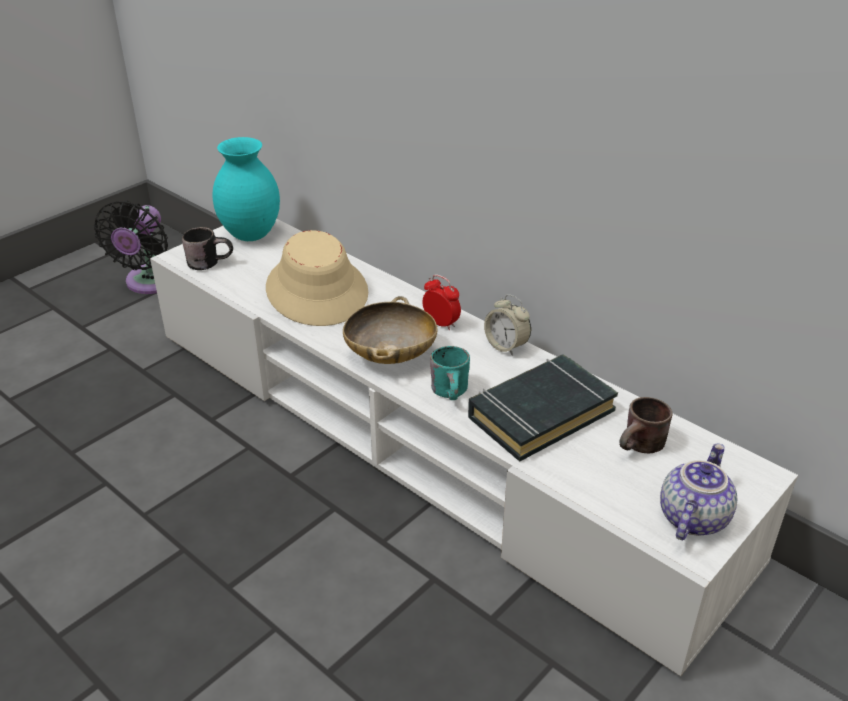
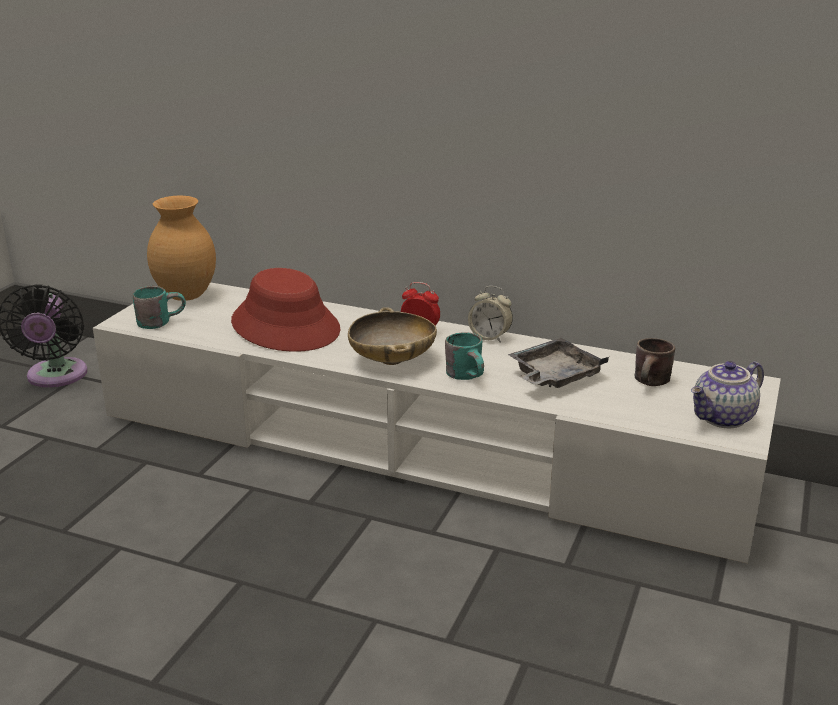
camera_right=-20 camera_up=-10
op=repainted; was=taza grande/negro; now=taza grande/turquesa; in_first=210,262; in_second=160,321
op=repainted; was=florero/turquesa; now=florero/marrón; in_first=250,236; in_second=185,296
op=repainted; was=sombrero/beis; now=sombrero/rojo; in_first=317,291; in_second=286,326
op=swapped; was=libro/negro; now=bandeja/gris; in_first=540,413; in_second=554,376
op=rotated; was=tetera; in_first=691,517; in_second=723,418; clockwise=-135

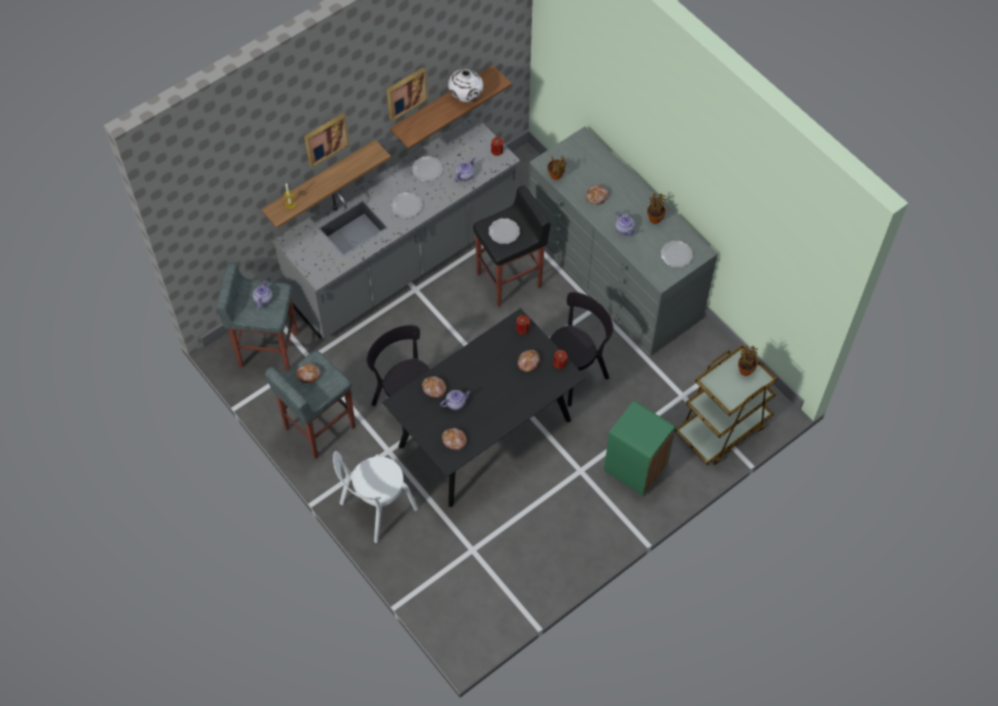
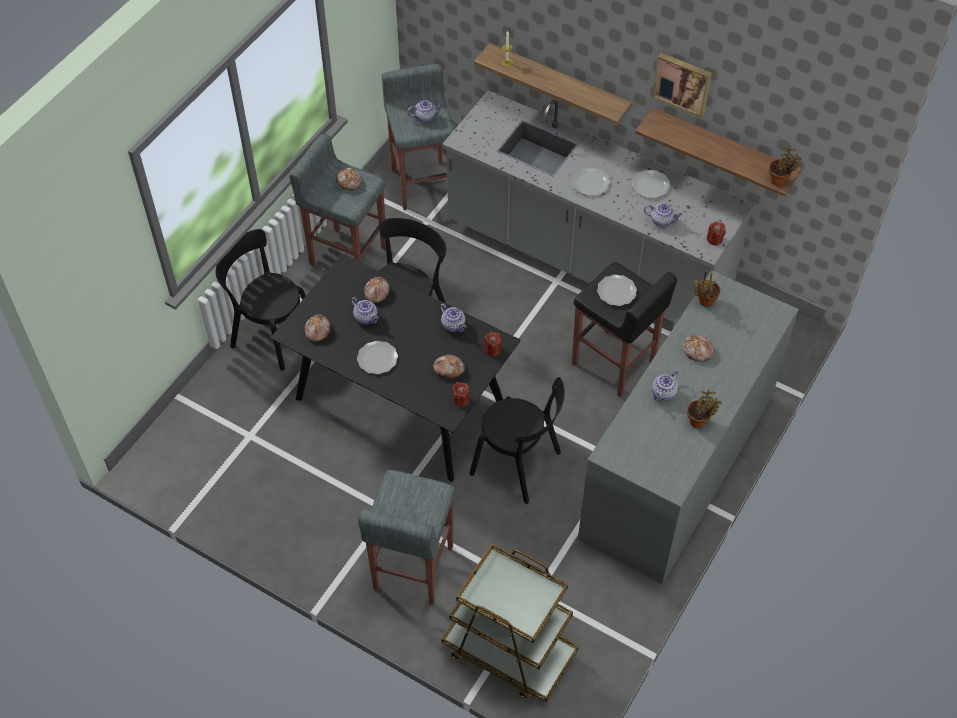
camera_right=70 camera_up=-5
op=gone; was=cuadro; in_first=325,138
op=repainted; was=silla/blanco; now=silla/negro; in_first=375,508; in_second=270,333
op=gone; was=florero/blanco; in_first=465,97
op=swapped; was=papelera/verde; now=taburete/gris; in_first=635,469; in_second=412,568
op=shifted; was=plato; in_first=676,255; in_second=377,359
op=shifted; was=planta en maceta; in_first=745,369; in_second=779,180
op=new; now=tetera; in_second=454,325

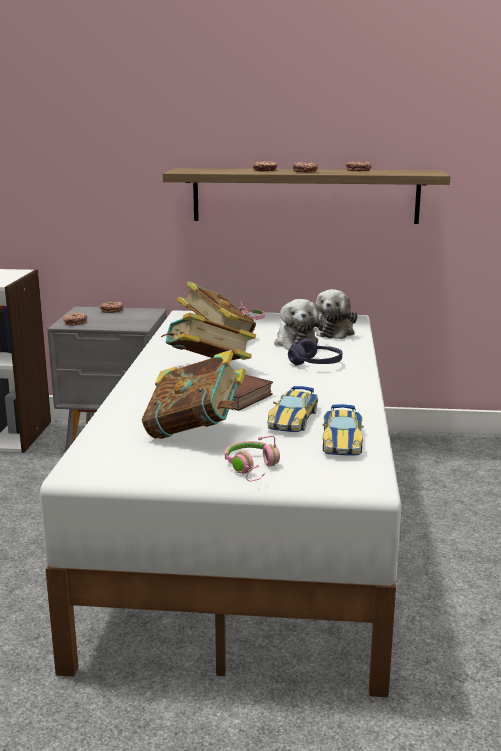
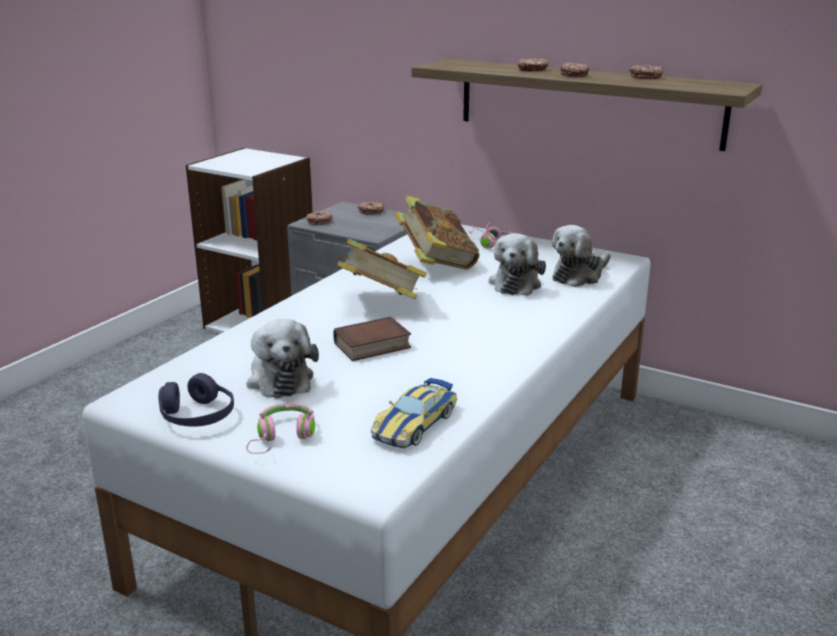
camera_right=25 camera_up=5
op=swapped; was=libro; now=peluche; in_first=195,432; in_second=280,378
op=gone; was=coche de juguete; in_first=293,419
op=shifted; was=auriculares/morado; in_first=316,364; in_second=197,416

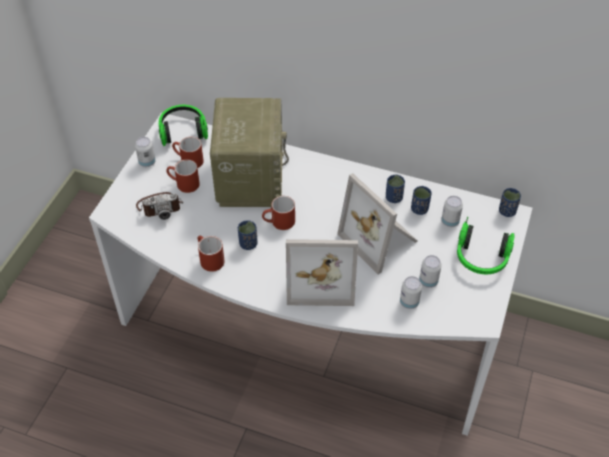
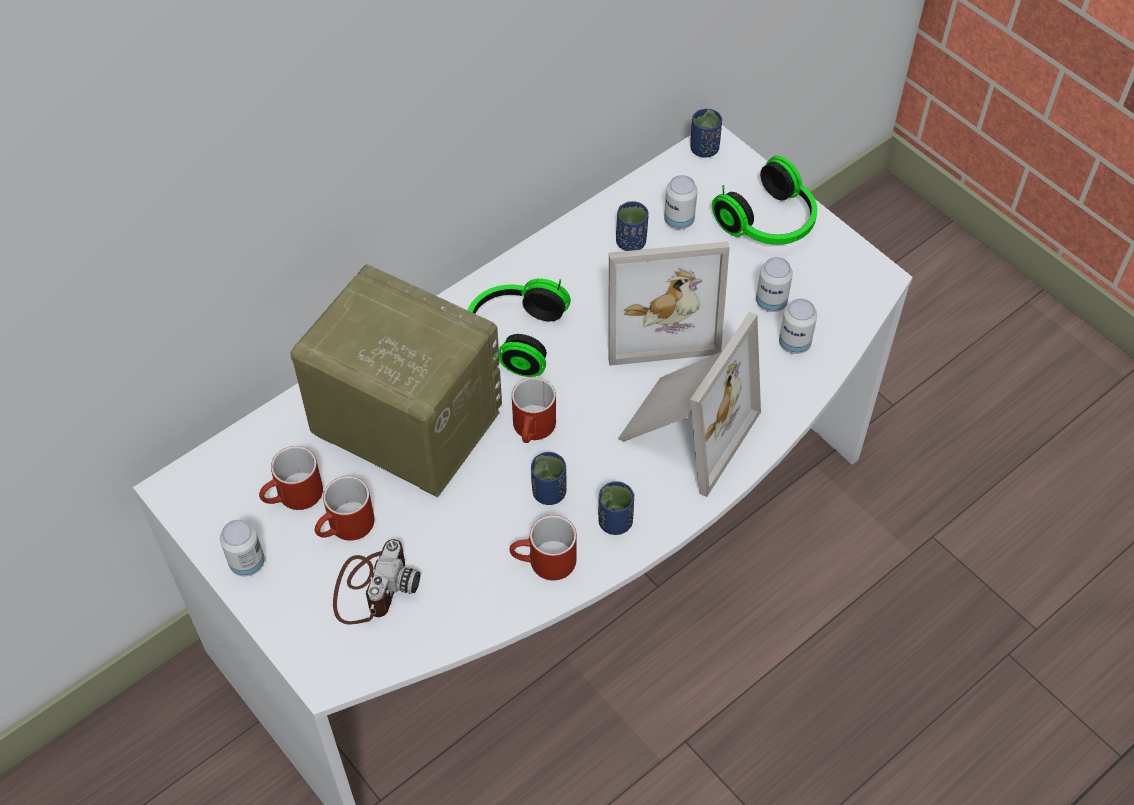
camera_right=-60 camera_up=5
op=shifted; was=auriculares; in_first=183,131; in_second=513,337
op=shifted; was=taza/azul; in_first=393,198; in_second=615,522

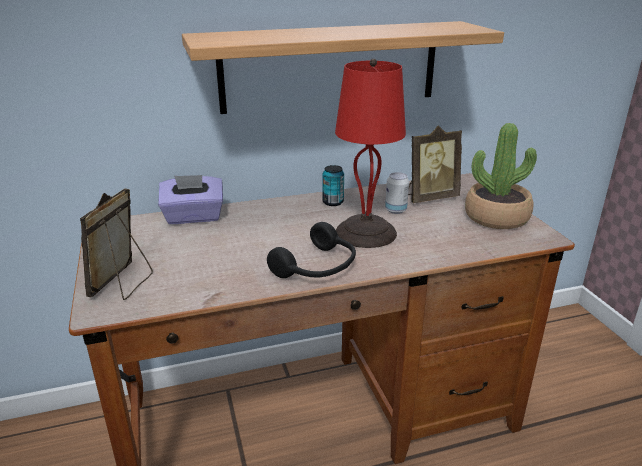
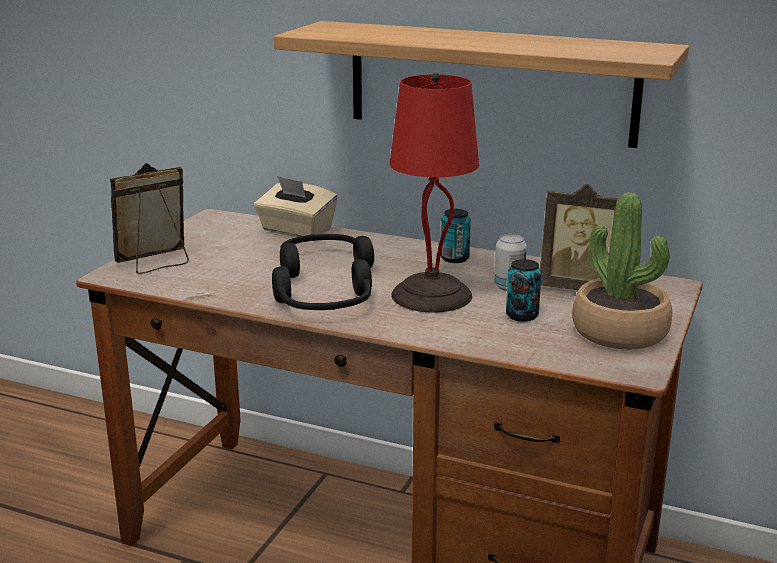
camera_right=40 camera_up=-5
op=repainted; was=caja de pañuelos/morado; now=caja de pañuelos/beis; in_first=193,217; in_second=296,231
op=new; now=auriculares/negro; in_second=322,265
op=new; now=lata; in_second=522,315

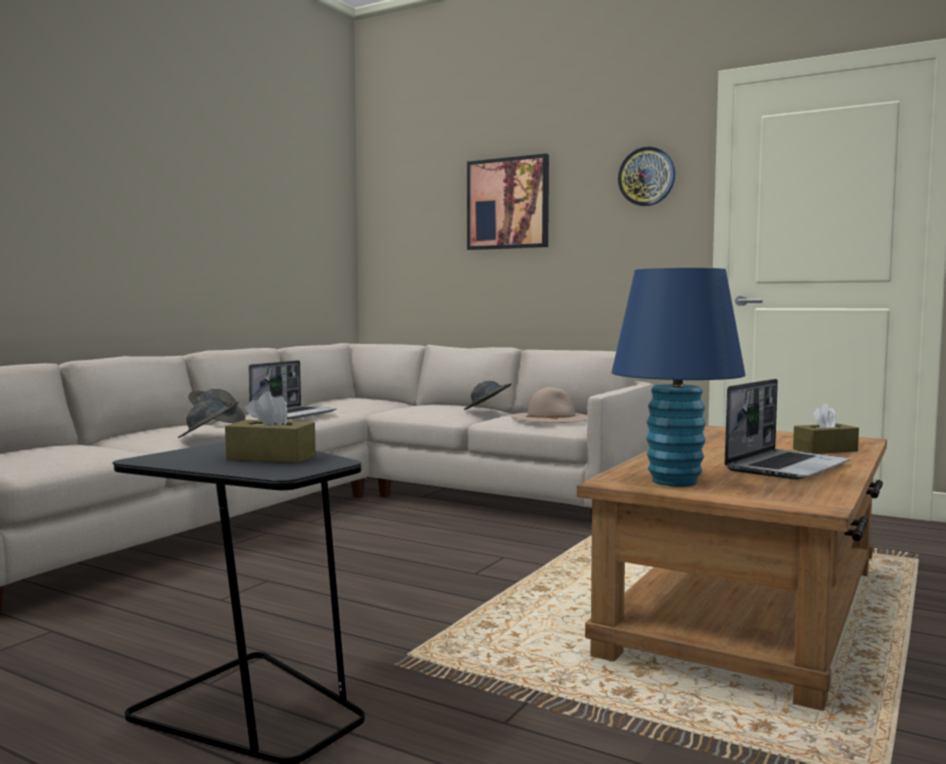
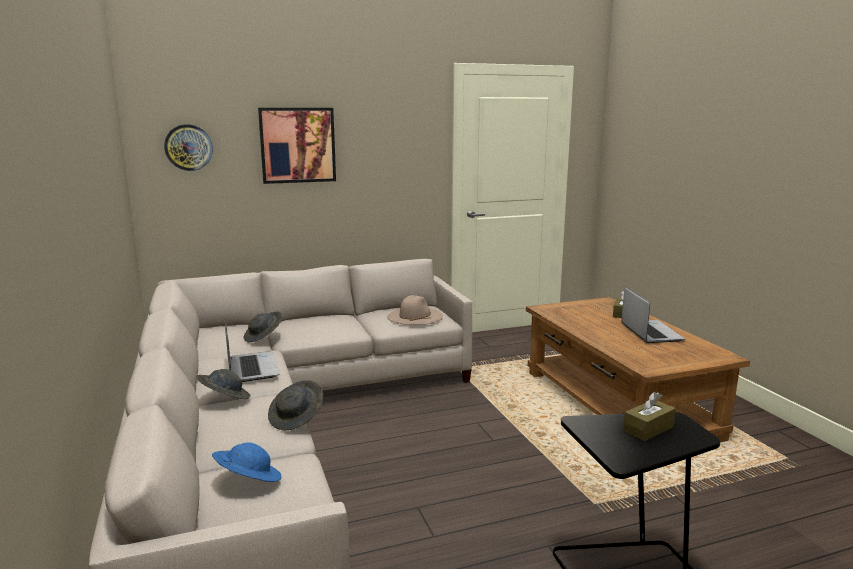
camera_right=-50 camera_up=10
op=shifted; was=sombrero/gris; in_first=487,410; in_second=263,337
op=gone; was=lámpara de mesa/azul; in_first=674,481
op=shifted; was=reloj de pared; in_first=646,176; in_second=188,147
op=new; now=sombrero/azul; in_second=248,481

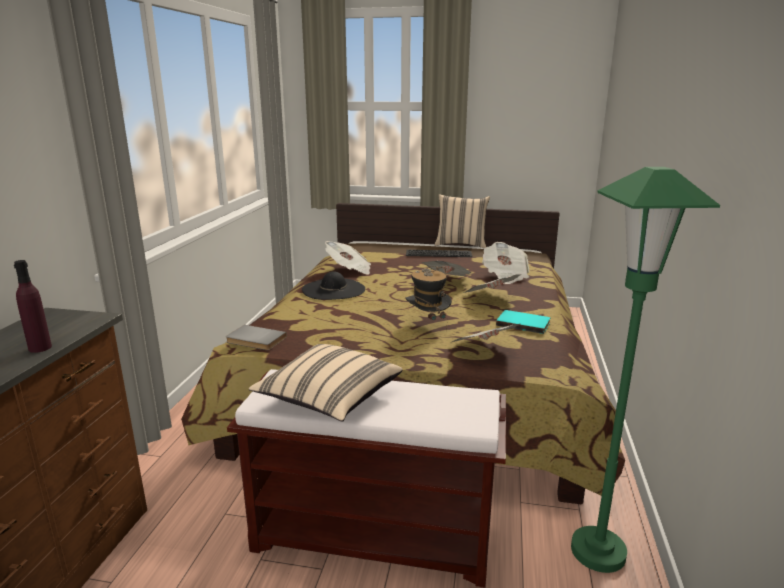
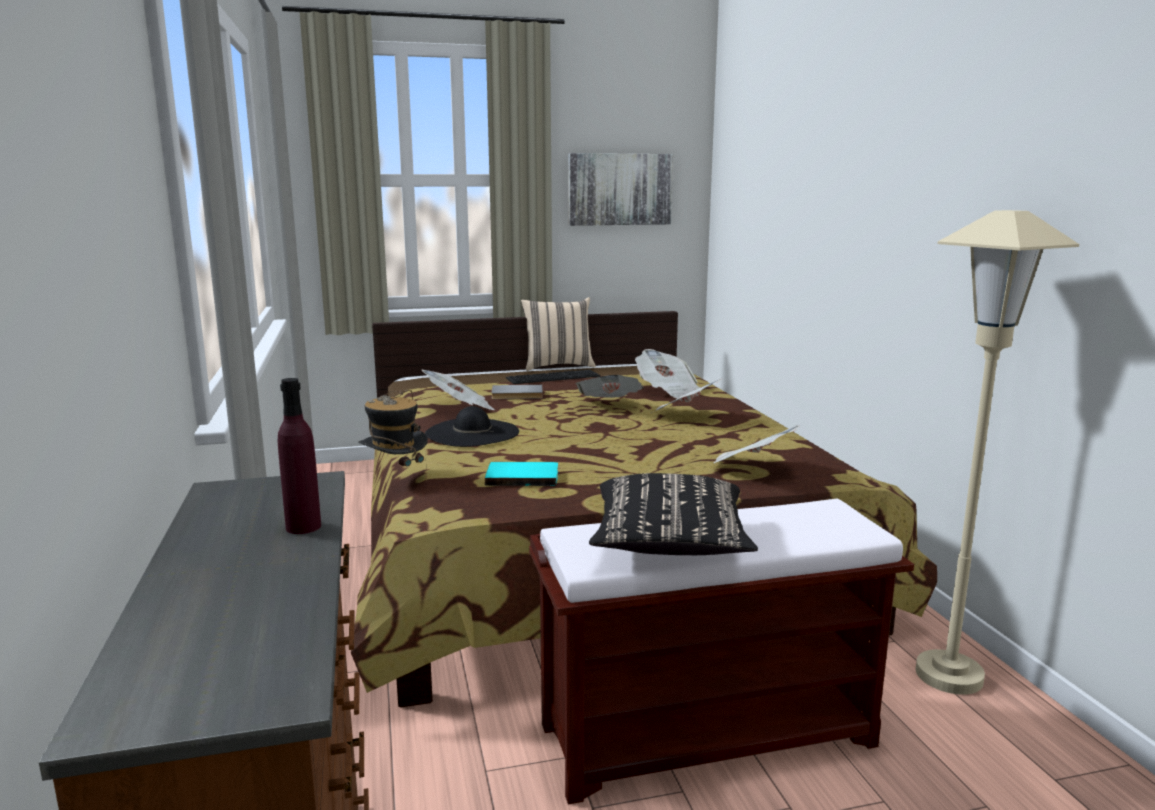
camera_right=-25 camera_up=-5
op=shifted; was=libro/gris; in_first=255,340; in_second=517,395
op=repainted; was=cojín/beis; now=cojín/negro; in_first=329,399; in_second=669,544
op=shifted; was=sombrero; in_first=427,324; in_second=395,477
op=shifted; was=libro/turquesa; in_first=523,323; in_second=522,476
op=repainted; was=lámpara de pie/verde; now=lámpara de pie/beis; in_first=597,551; in_second=948,675
op=new; now=cuadro; in_second=619,189

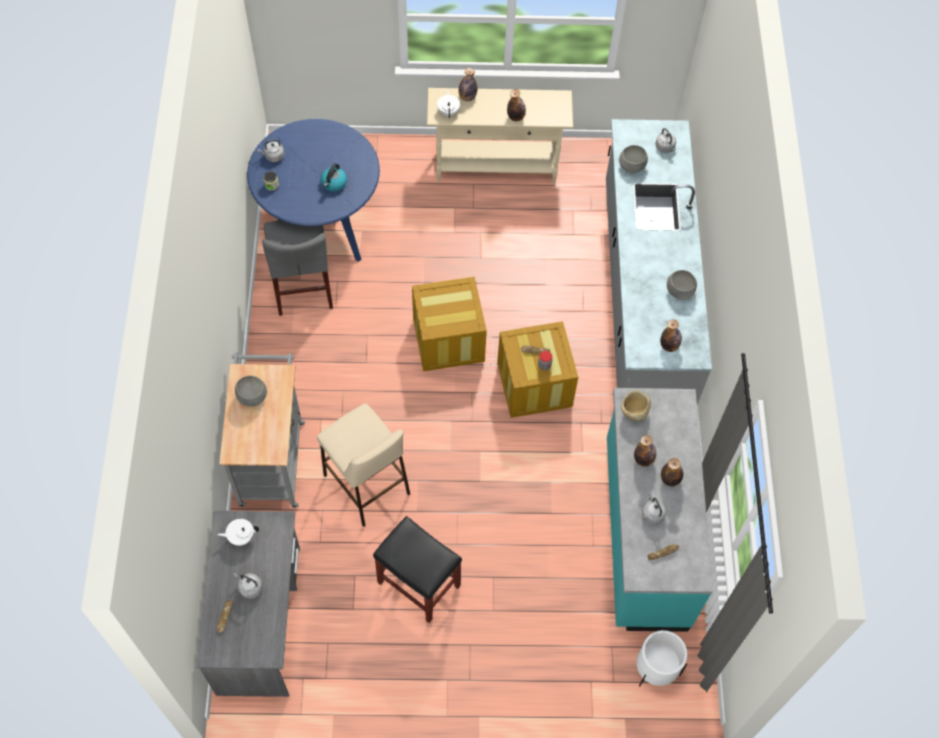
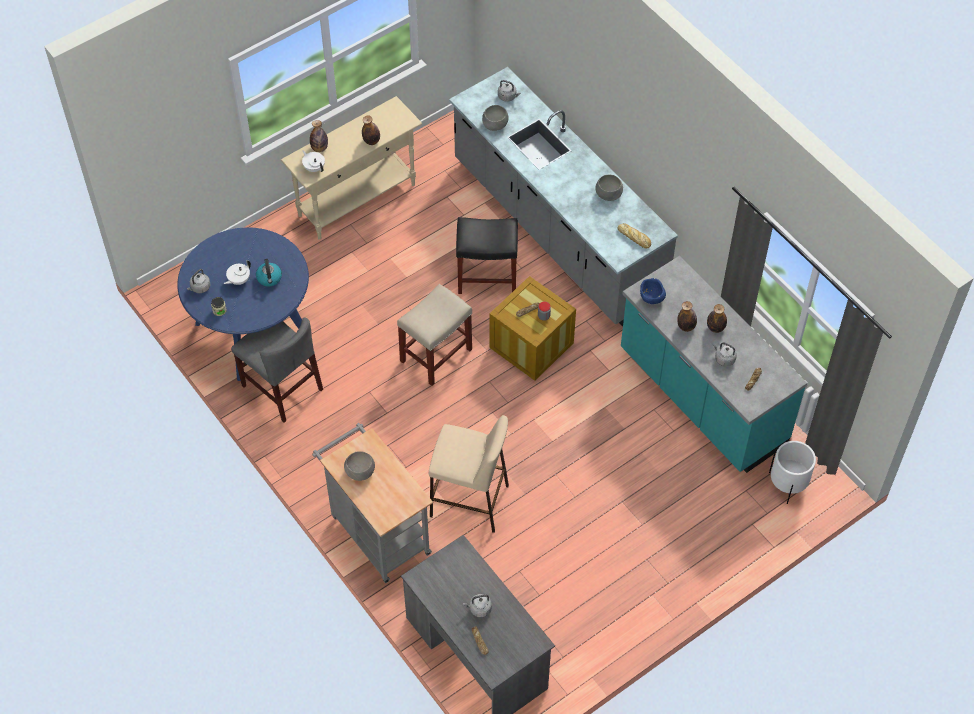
camera_right=-35 camera_up=-5
op=shifted; was=tetera/blanco; in_first=241,536; in_second=238,280
op=shifted; was=taburete/negro; in_first=417,583; in_second=486,277
op=swapped; was=caja de embalaje; now=taburete/beis; in_first=448,339; in_second=436,354
op=repainted; was=cuenco/beis; now=cuenco/azul; in_first=634,412; in_second=651,298
op=swapped; was=botella; now=pan; in_first=669,346; in_second=634,238

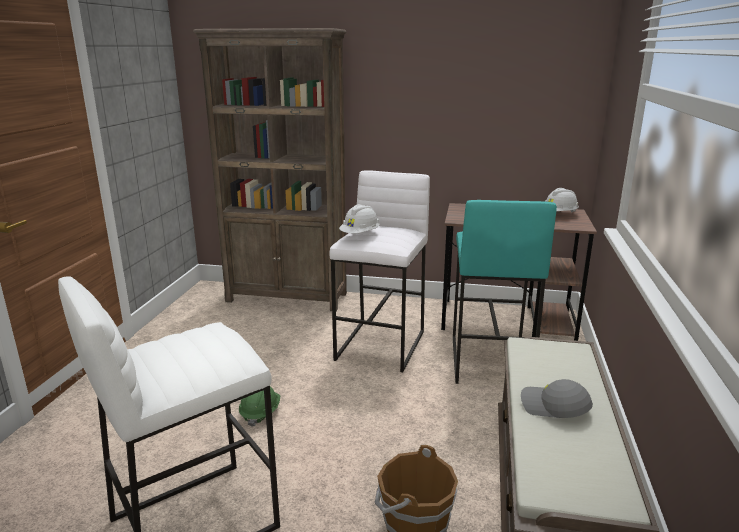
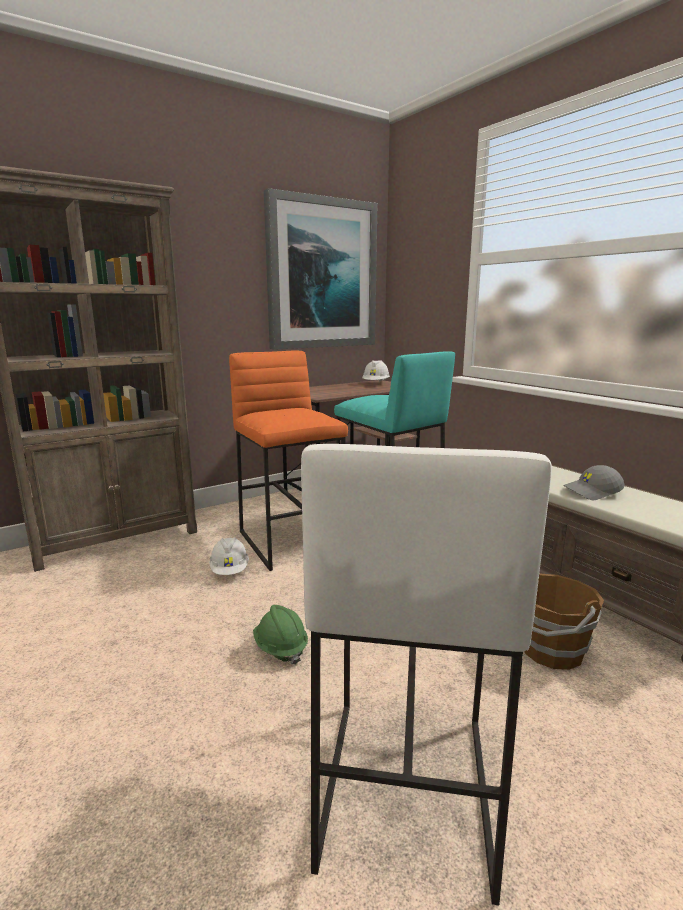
camera_right=-45 camera_up=-5
op=repainted; was=taburete/blanco; now=taburete/naranja; in_first=381,345; in_second=291,541
op=shifted; was=casco/blanco; in_first=360,235; in_second=230,570
op=new; now=cuadro; in_second=321,274

